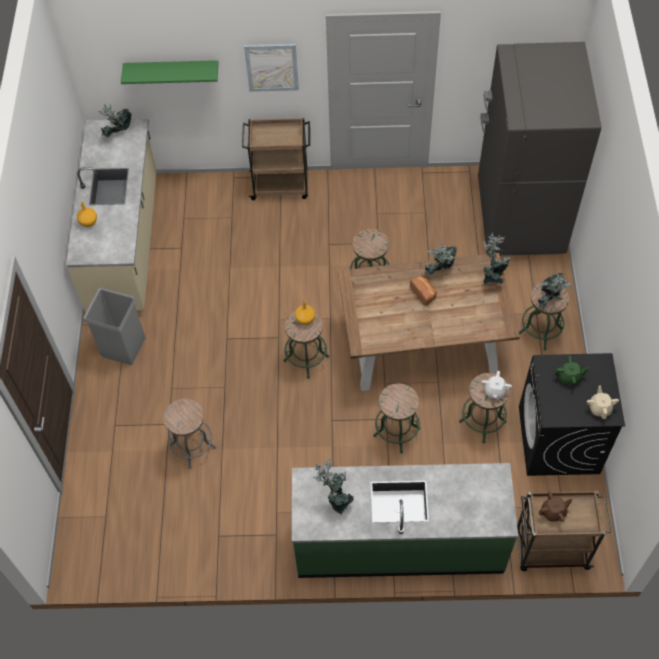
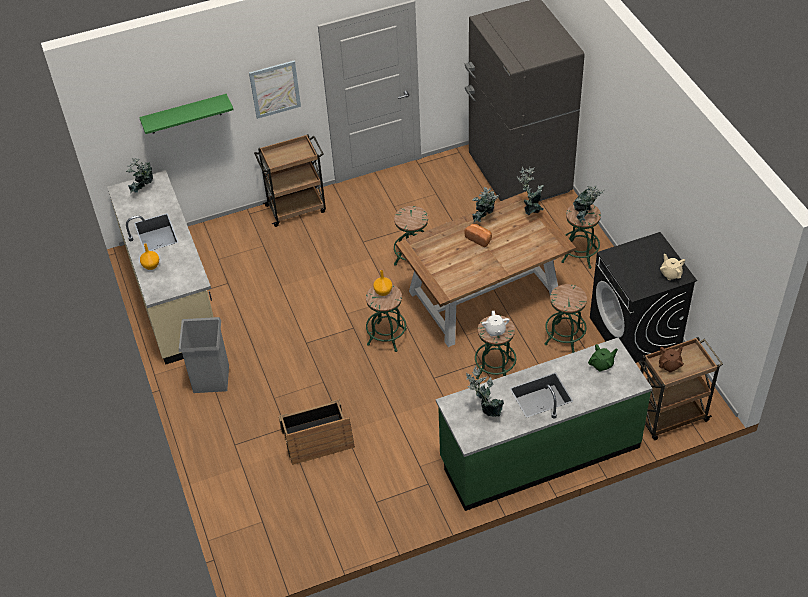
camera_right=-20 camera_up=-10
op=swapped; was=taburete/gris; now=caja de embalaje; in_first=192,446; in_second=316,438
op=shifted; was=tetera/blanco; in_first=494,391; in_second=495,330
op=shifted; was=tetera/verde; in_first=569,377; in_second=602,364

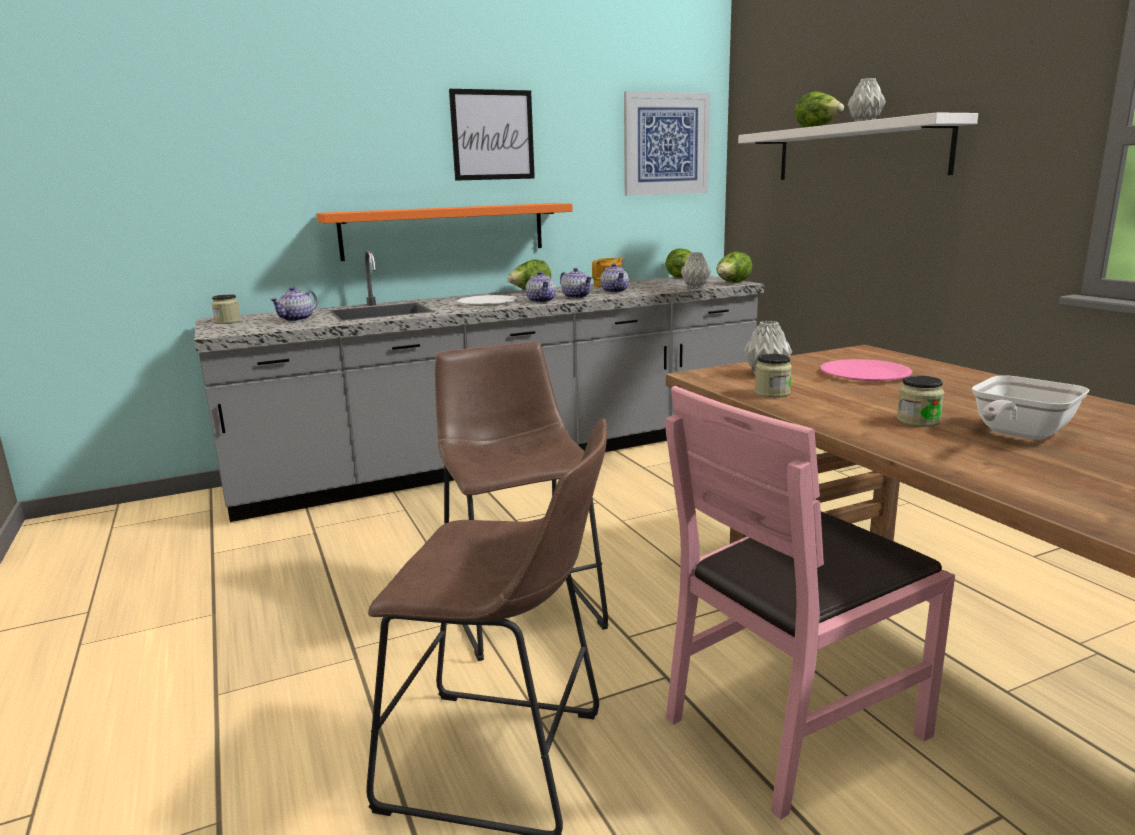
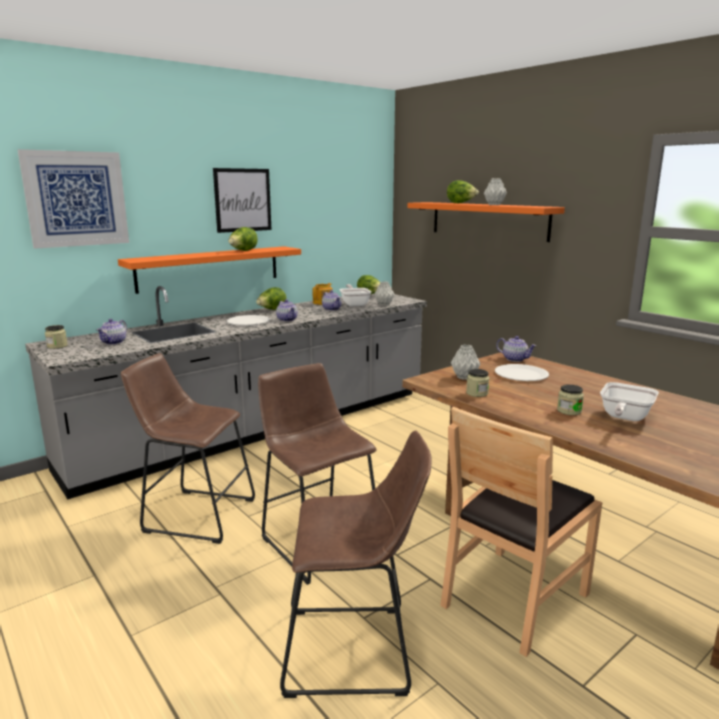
camera_right=-15 camera_up=0
op=shifted; was=tetera; in_first=577,297; in_second=515,359
op=shifted; was=cuadro; in_first=666,144; in_second=76,199
op=repainted; was=silla/rosa; now=silla/marrón; in_first=793,723; in_second=513,597
op=shifted; was=lechuga; in_first=732,283; in_second=243,251
op=repainted; was=estante/blanco; now=estante/naranja; in_first=858,151; in_second=488,220
op=repainted; was=plato/rosa; now=plato/blanco; in_first=864,373; in_second=521,374
op=new; now=taburete/marrón; in_second=195,514
op=new; now=sartén; in_second=354,304

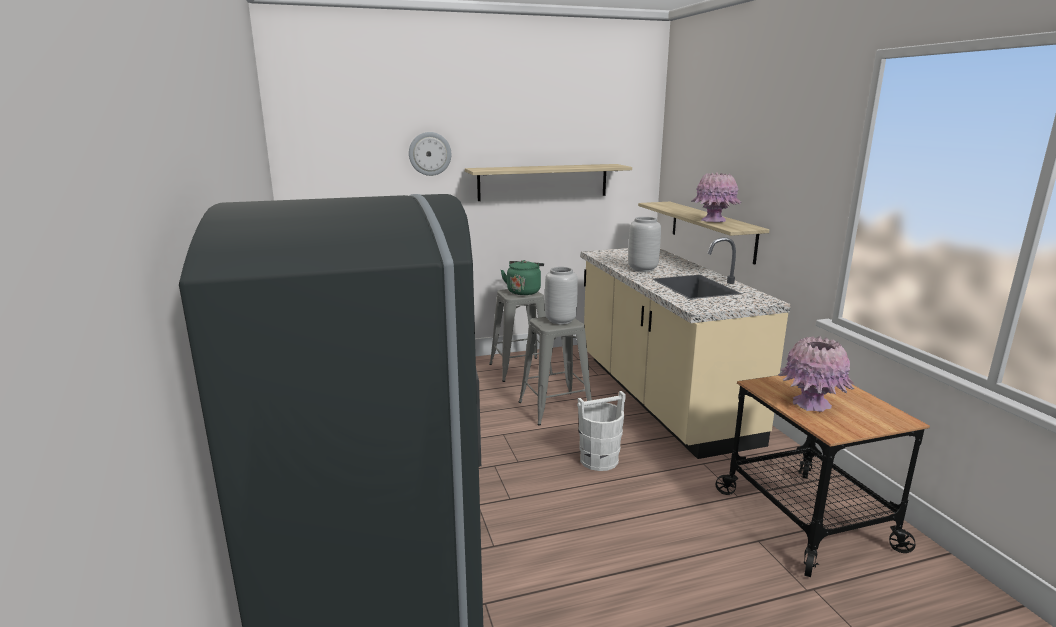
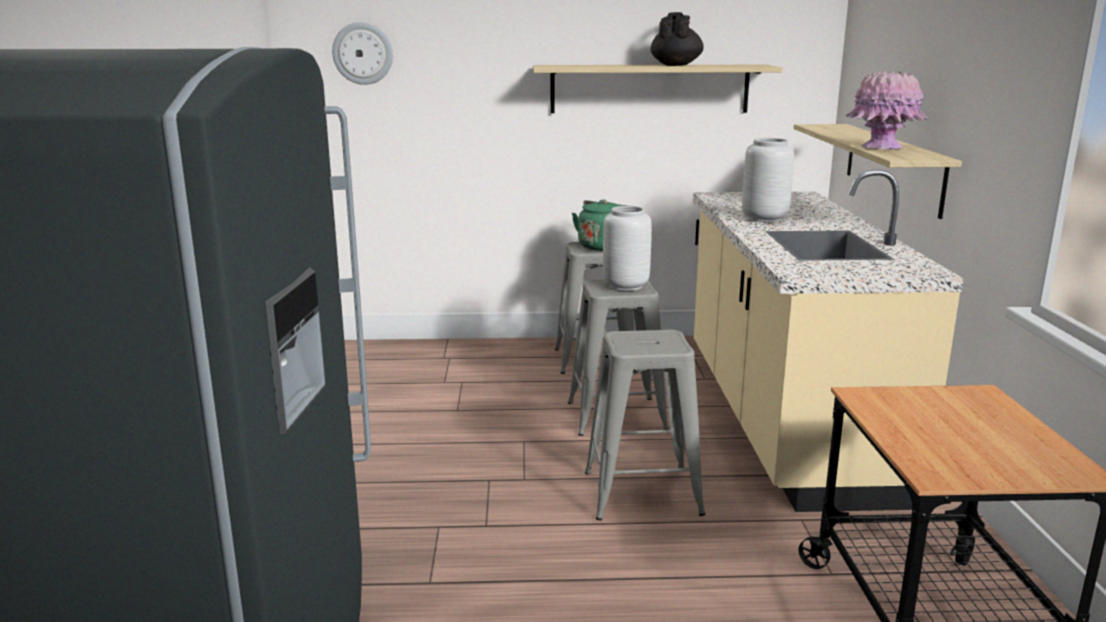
camera_right=15 camera_up=0
op=shifted; was=reloj de pared; in_first=430,153; in_second=363,53
op=swapped; was=cubo/blanco; now=taburete/gris; in_first=599,460; in_second=642,493
op=gone; was=florero/rosa; in_first=811,403
op=new; now=tetera/negro; in_second=676,65

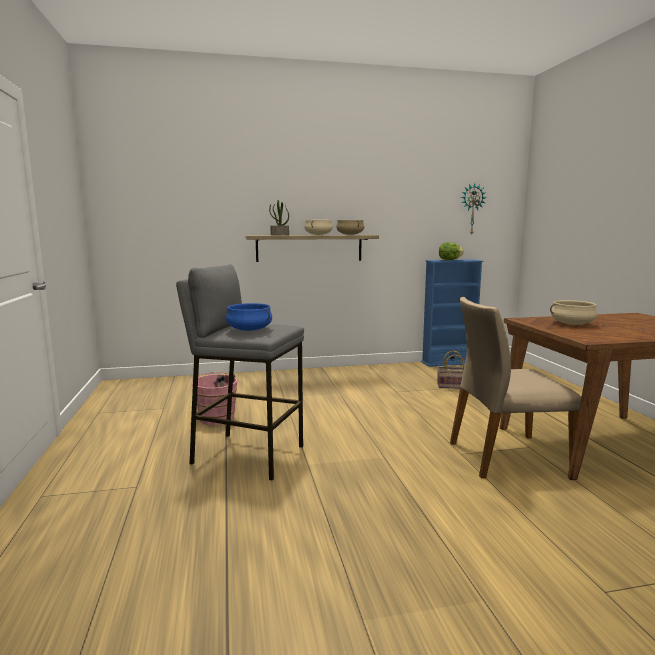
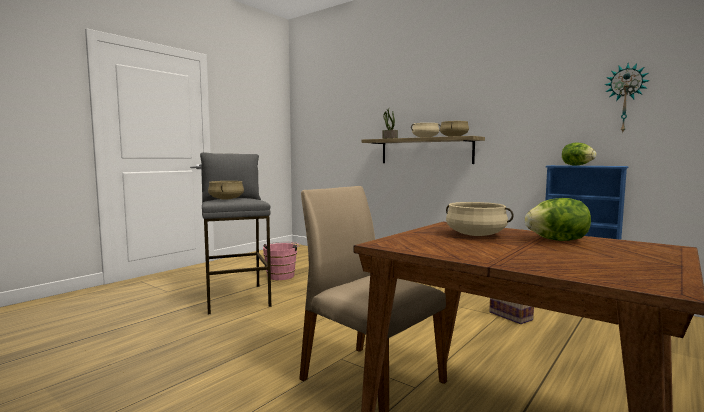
camera_right=50 camera_up=-5
op=repainted; was=olla/azul; now=olla/beis; in_first=250,329; in_second=226,199
op=new; now=lechuga; in_second=557,240

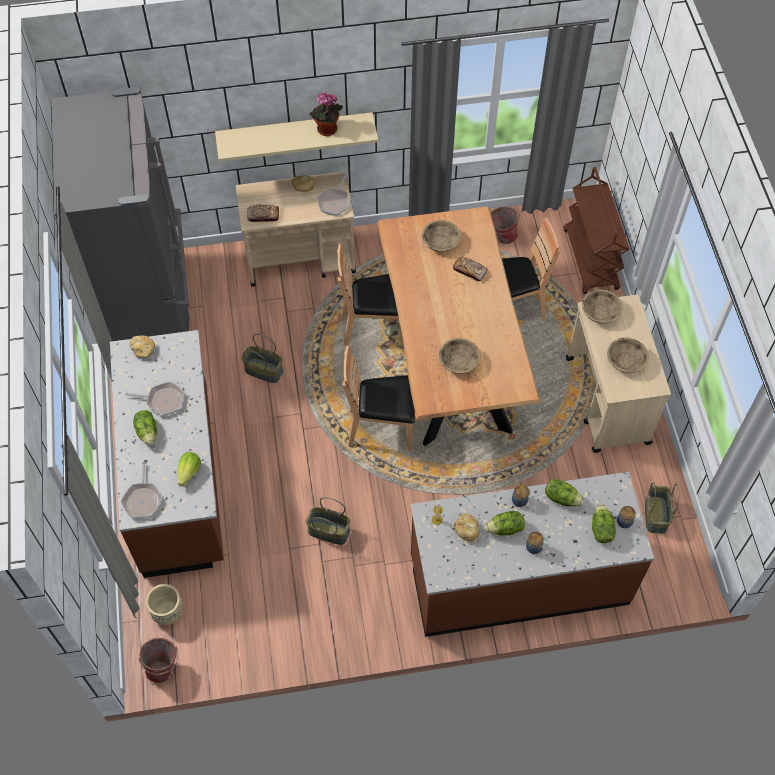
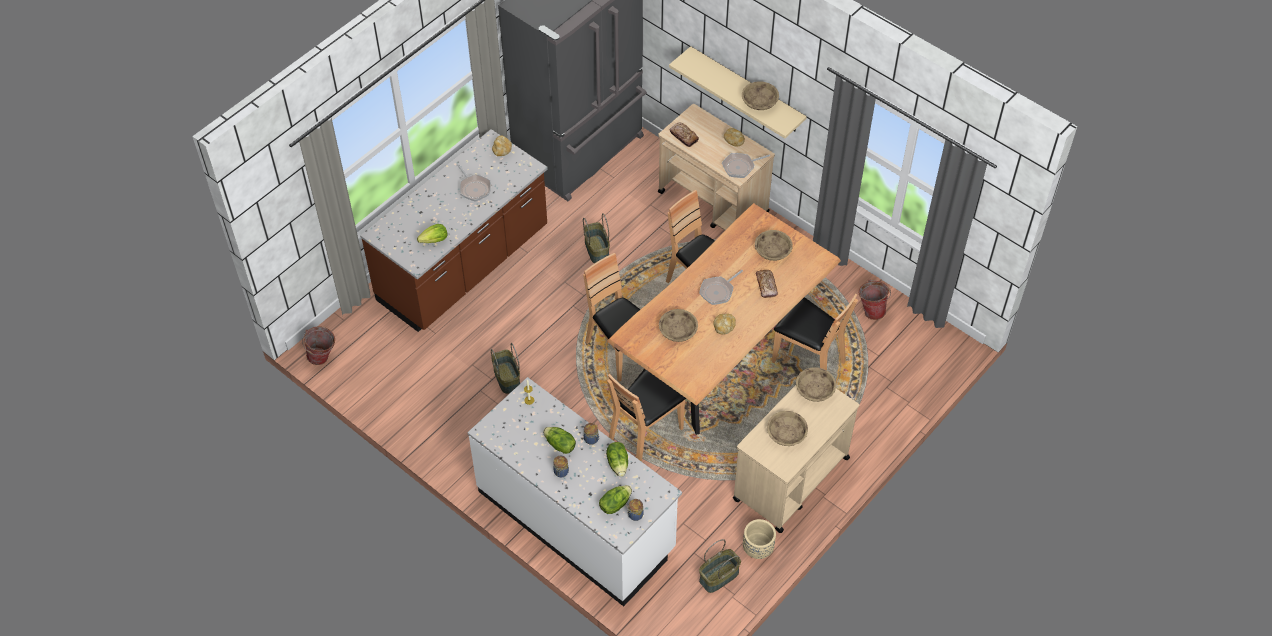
camera_right=50 camera_up=-5
op=shifted; was=sartén; in_first=142,499; in_second=718,291
op=gone; was=lechuga; in_first=148,432
op=shifted; was=maceta/beis; in_first=168,612; in_second=758,549
op=swapped; was=planta en maceta; now=cuenco/beis; in_first=326,131; in_second=759,103
op=repainted; was=mueble bajo de cocina/marrón; now=mueble bajo de cocina/blanco; in_first=518,579; in_second=577,520
op=shifted; was=pan; in_first=467,530; in_second=724,327
op=gone; was=carrito/marrón; in_first=591,260
op=new; now=silla/marrón; in_second=645,432

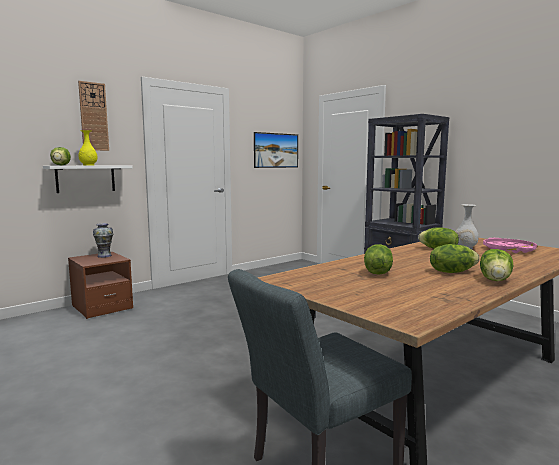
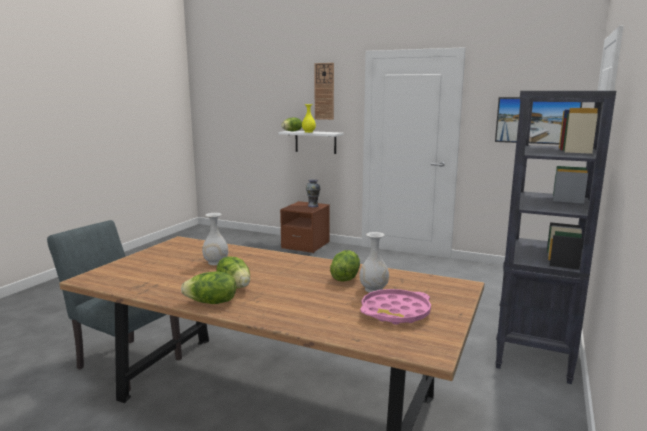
camera_right=65 camera_up=5
op=swapped; was=lechuga; now=florero/blanco; in_first=377,272; in_second=215,262

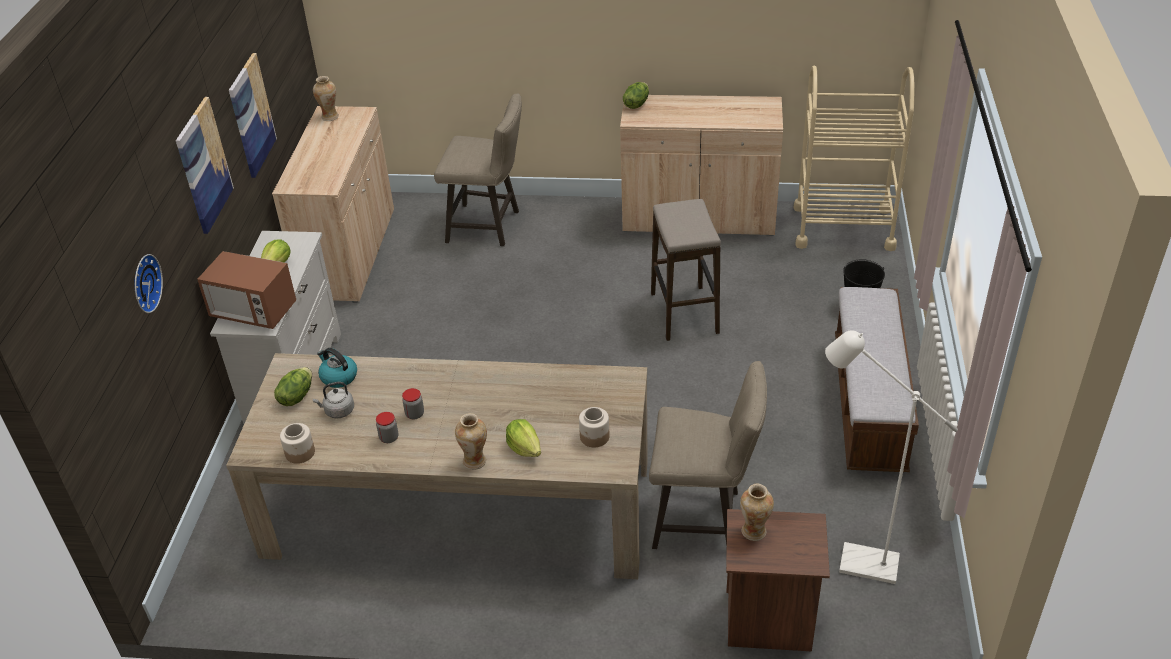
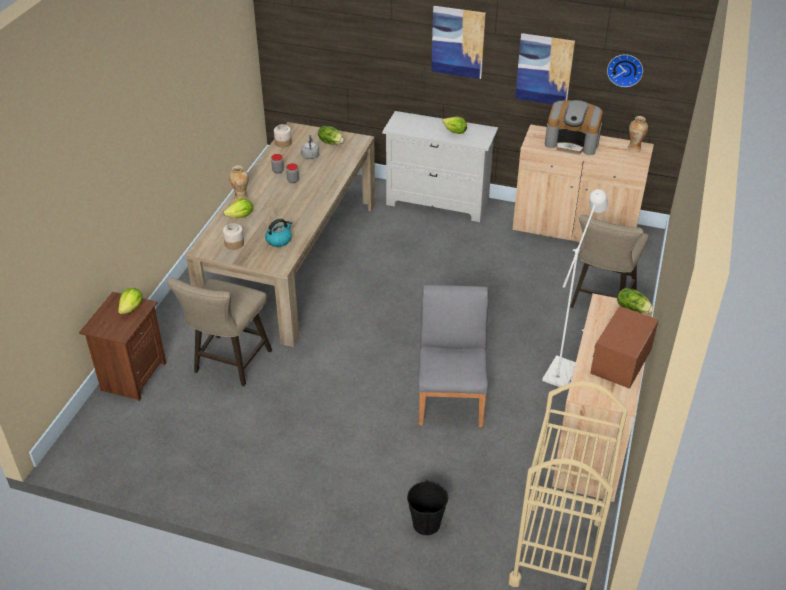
camera_right=100 camera_up=0
op=shifted; was=reloj de pared; in_first=144,283; in_second=625,69
op=shifted; was=microondas; in_first=253,312; in_second=620,364
op=shifted; was=hervidor; in_first=338,377; in_second=279,240
op=swapped; was=taburete; now=silla/gris; in_first=684,313; in_second=451,398
op=swapped; was=florero; now=lechuga; in_first=754,531; in_second=132,308
op=shifted; was=lámpara de pie/blanco; in_first=857,562; in_second=563,368
op=gone; was=banco; in_first=868,404
op=new; now=cafetera; in_second=572,142

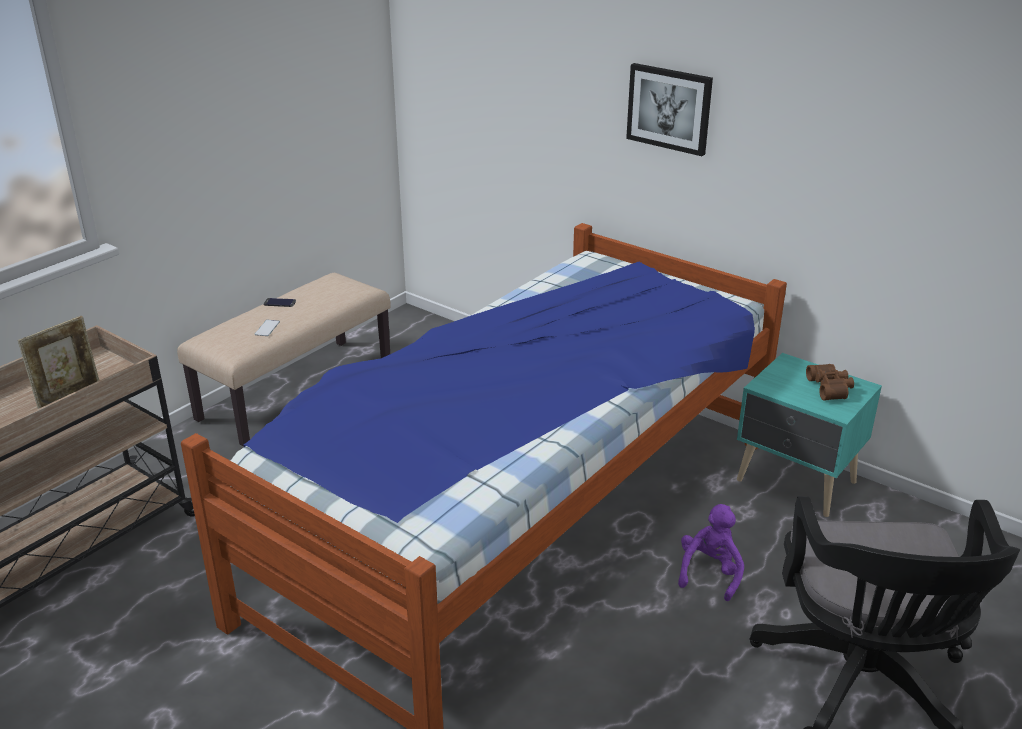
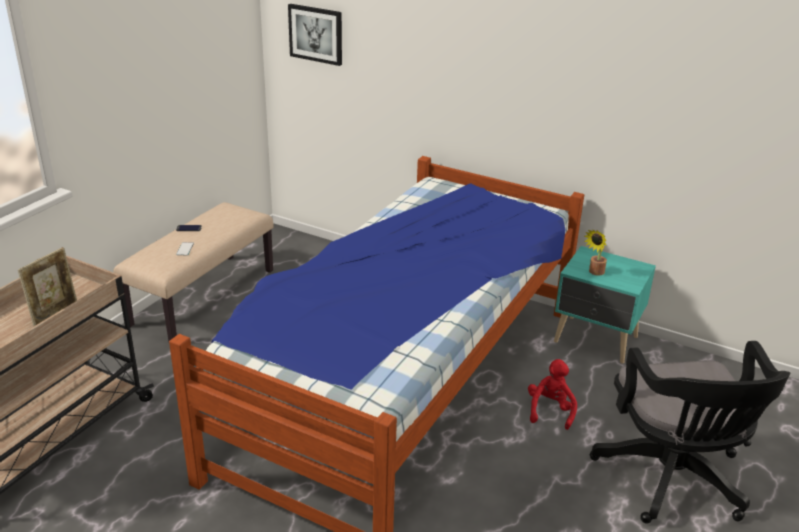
camera_right=-10 camera_up=0
op=shifted; was=cuadro; in_first=669,108; in_second=316,34
op=repainted; was=peluche/morado; now=peluche/rojo; in_first=710,573; in_second=550,410
op=gone; was=prismáticos/marrón; in_first=830,388
op=new; now=planta en maceta; in_second=594,272

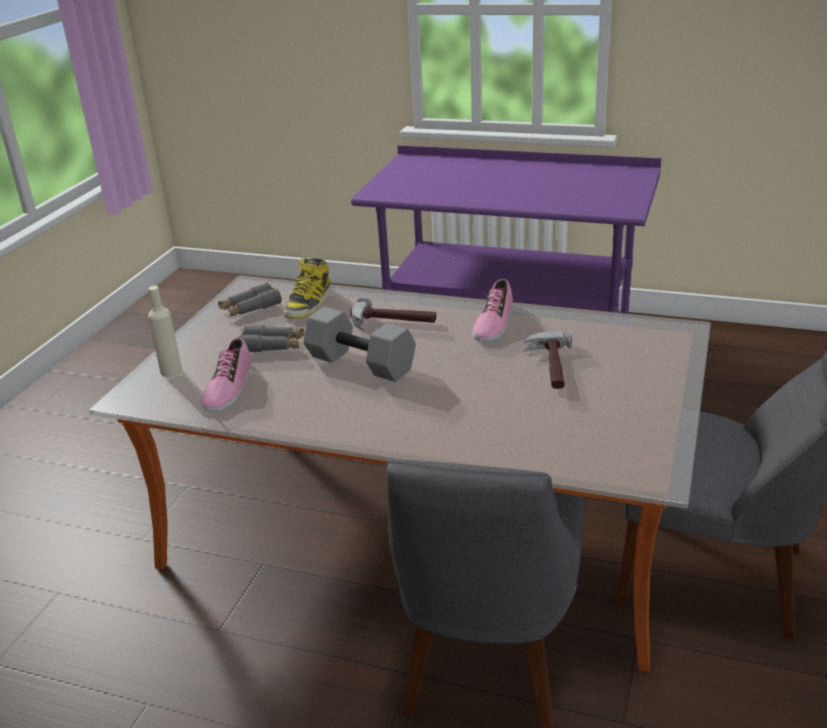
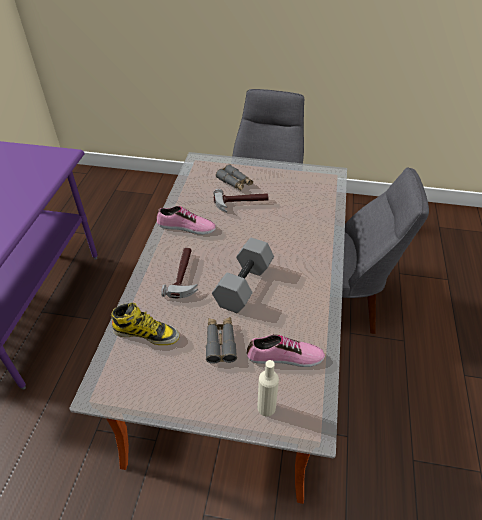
camera_right=-100 camera_up=15
op=shifted; was=prismáticos/gris; in_first=250,308; in_second=235,182

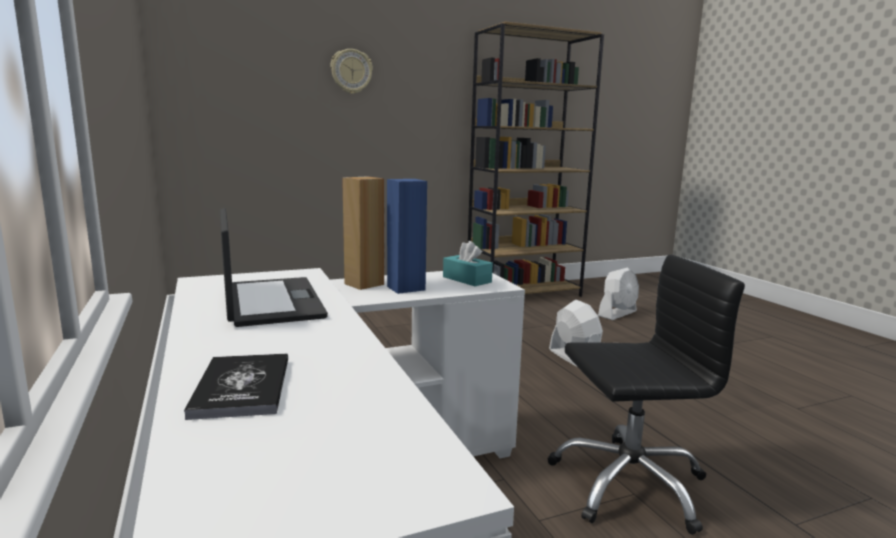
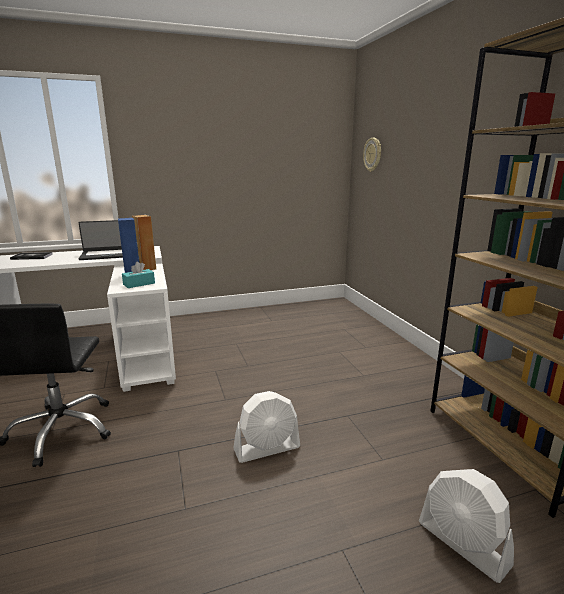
camera_right=95 camera_up=5
op=shifted; was=reloj de pared; in_first=351,71; in_second=372,154

